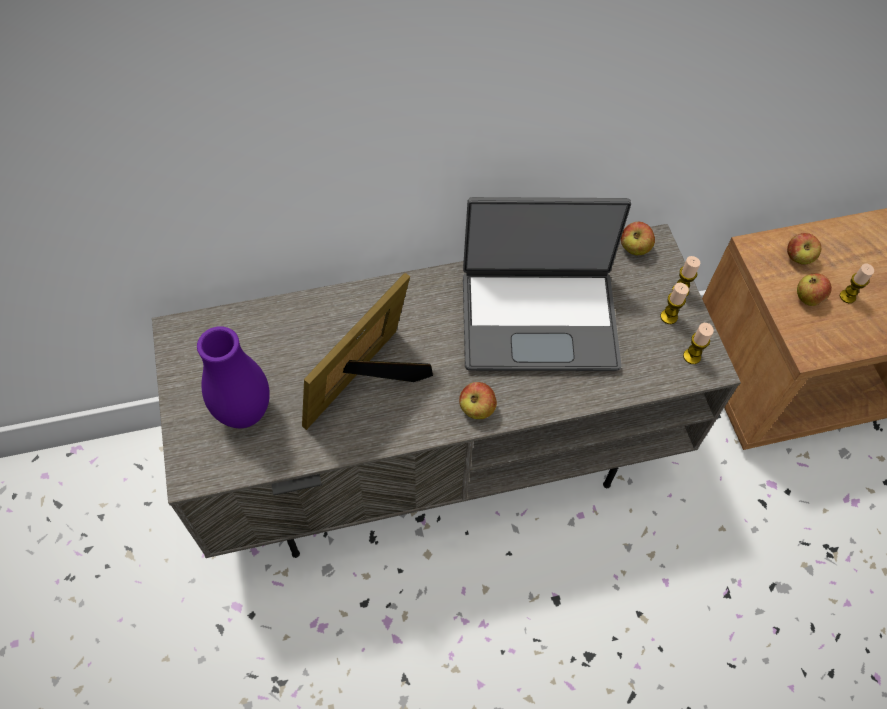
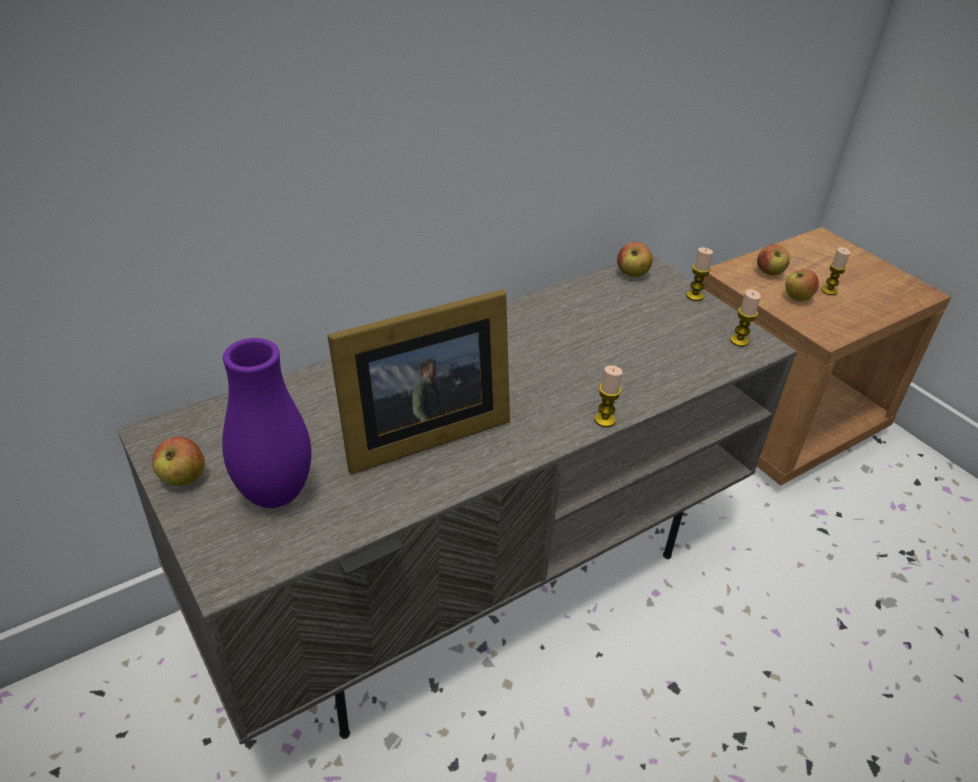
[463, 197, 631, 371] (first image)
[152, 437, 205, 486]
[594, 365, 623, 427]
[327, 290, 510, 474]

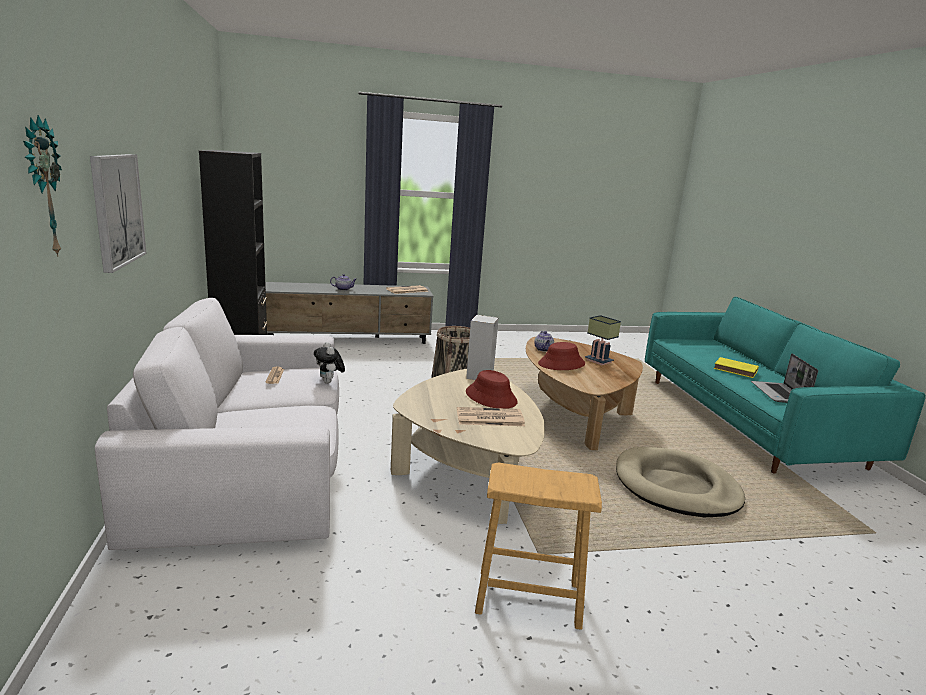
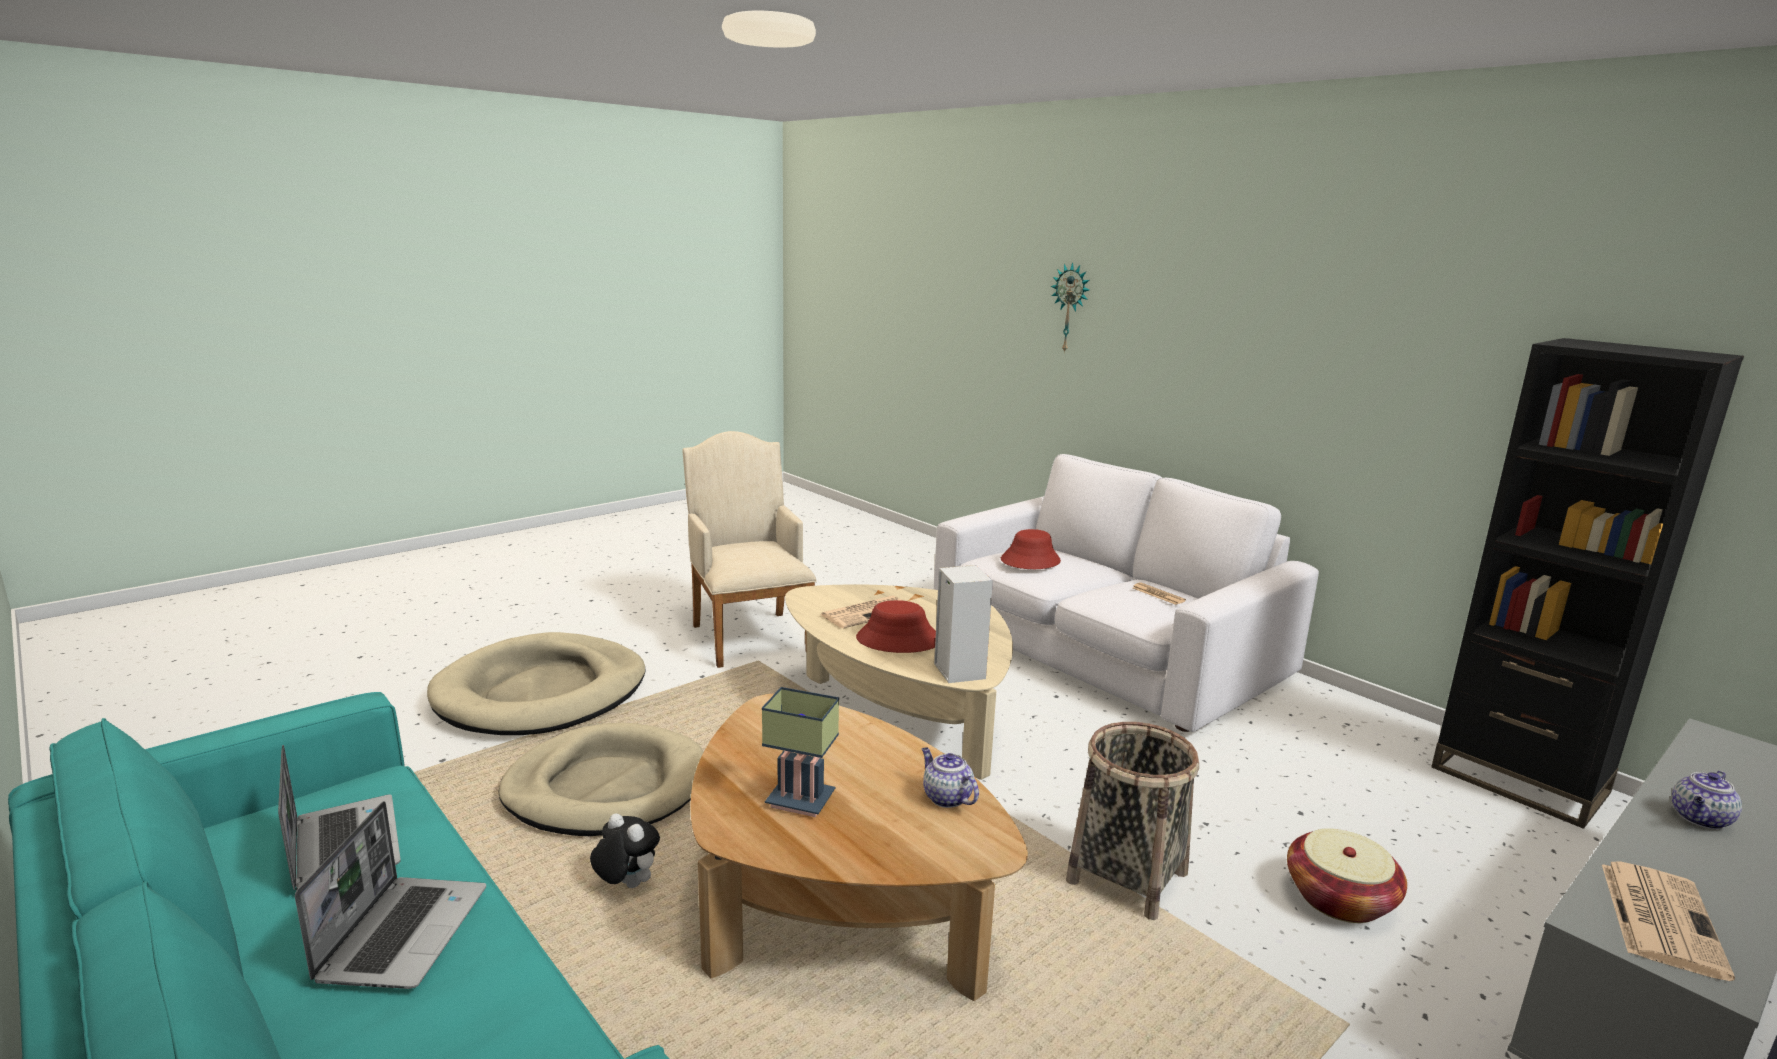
[90, 154, 147, 273] (first image)
[427, 632, 646, 735]
[1287, 828, 1407, 923]
[590, 813, 660, 888]
[1001, 529, 1061, 569]
[683, 431, 817, 668]
[295, 801, 486, 989]

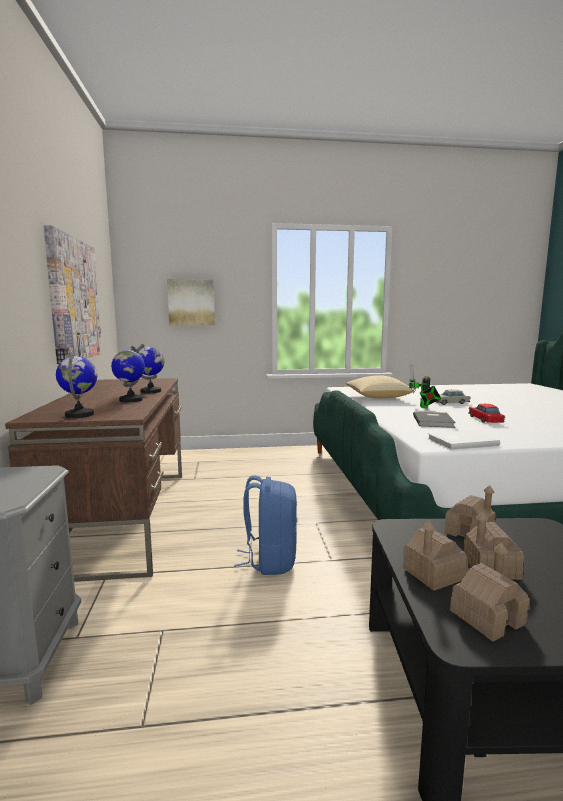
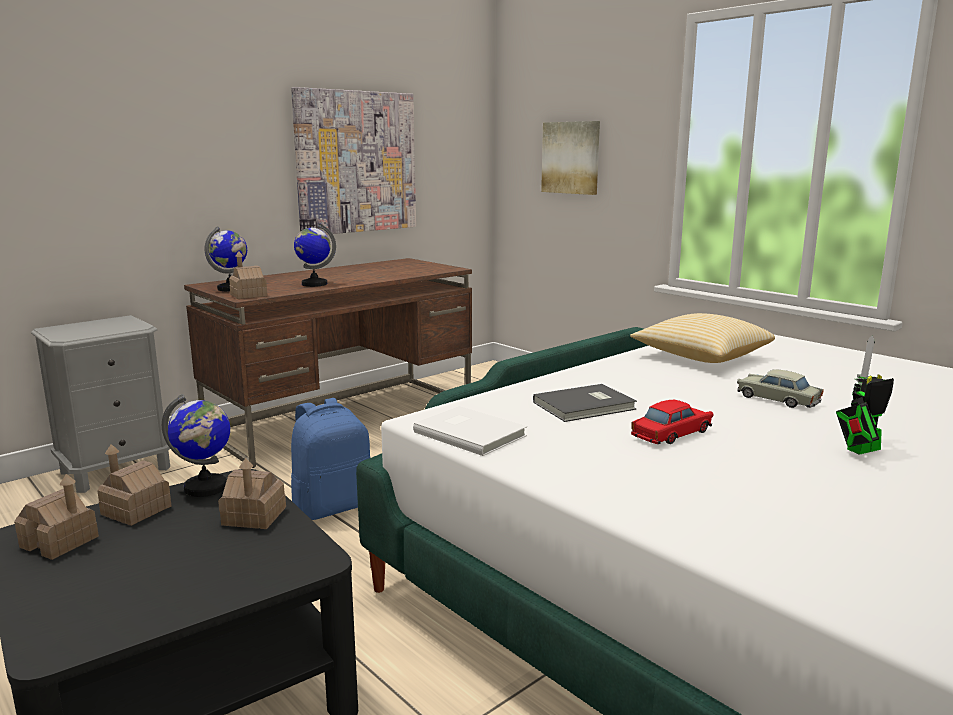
[162, 394, 230, 497]
[836, 335, 894, 455]
[229, 251, 267, 299]

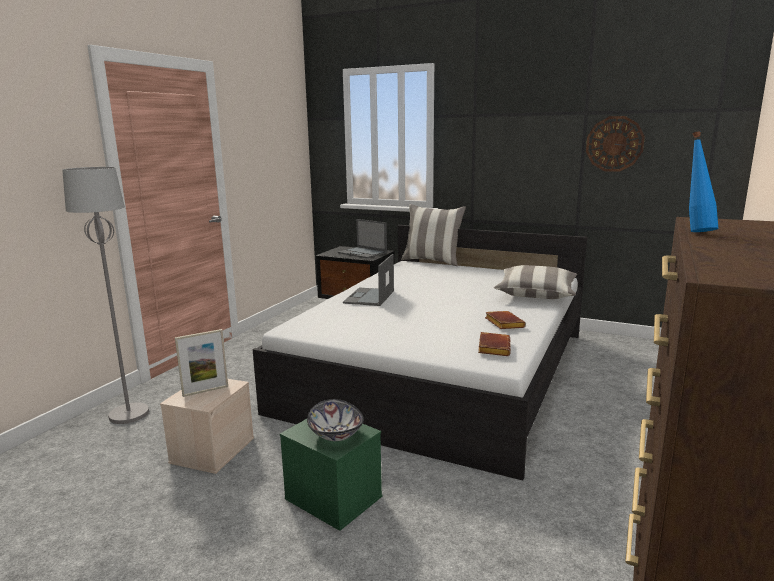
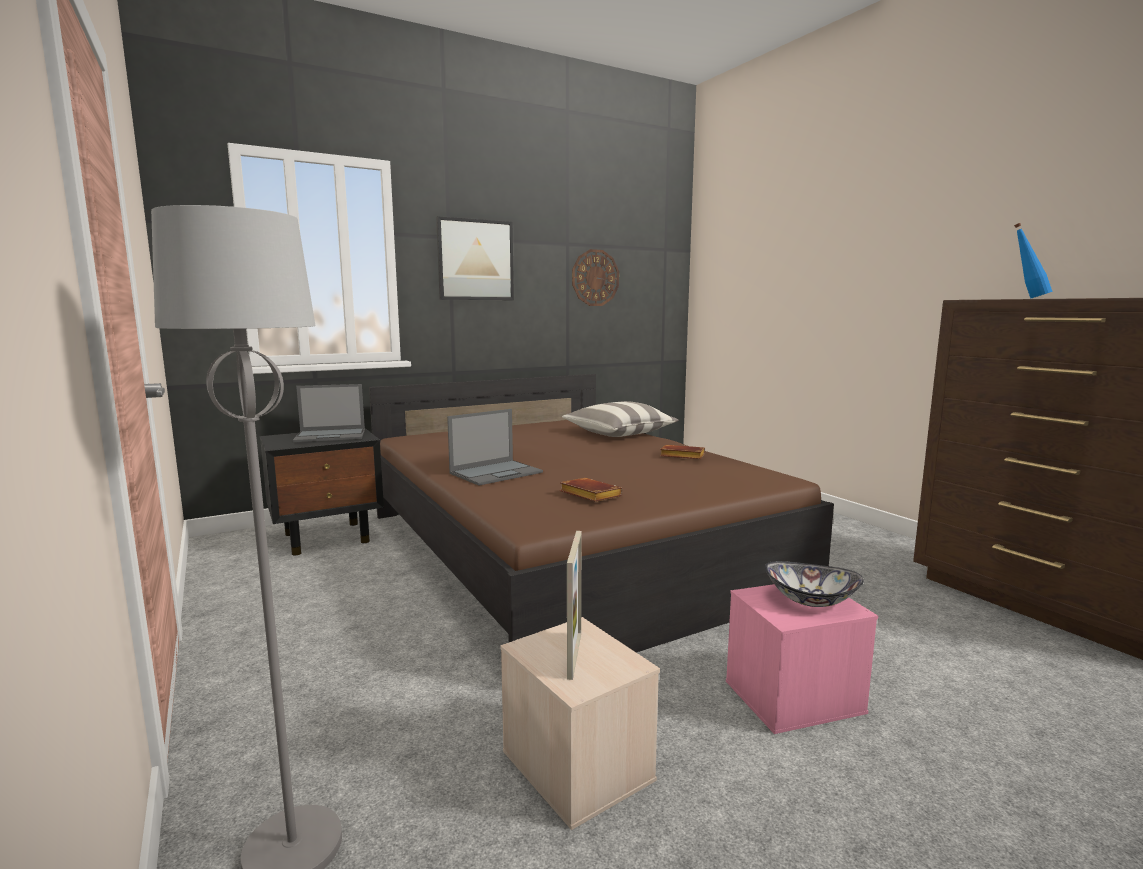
[401, 204, 466, 266] (first image)
[436, 216, 514, 300]
[560, 478, 622, 502]
[369, 374, 834, 653]
[726, 584, 878, 734]
[447, 409, 543, 486]

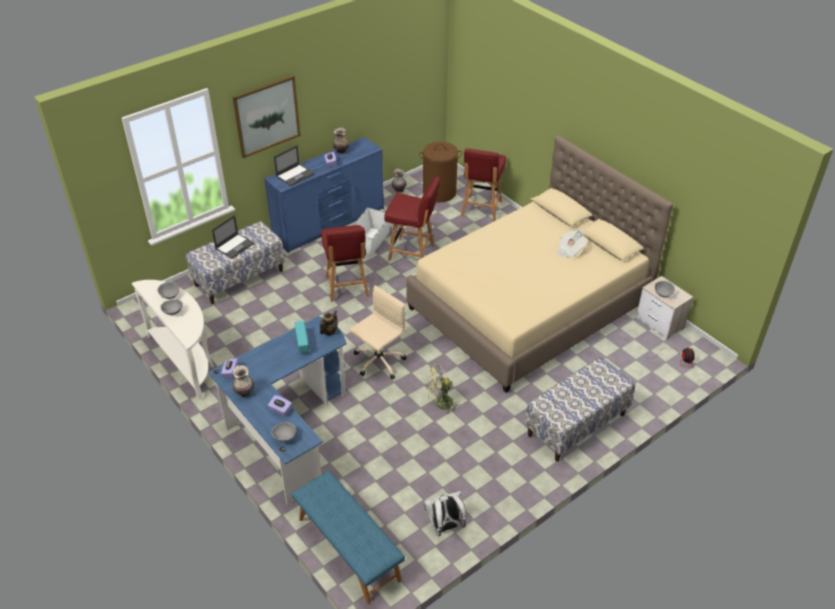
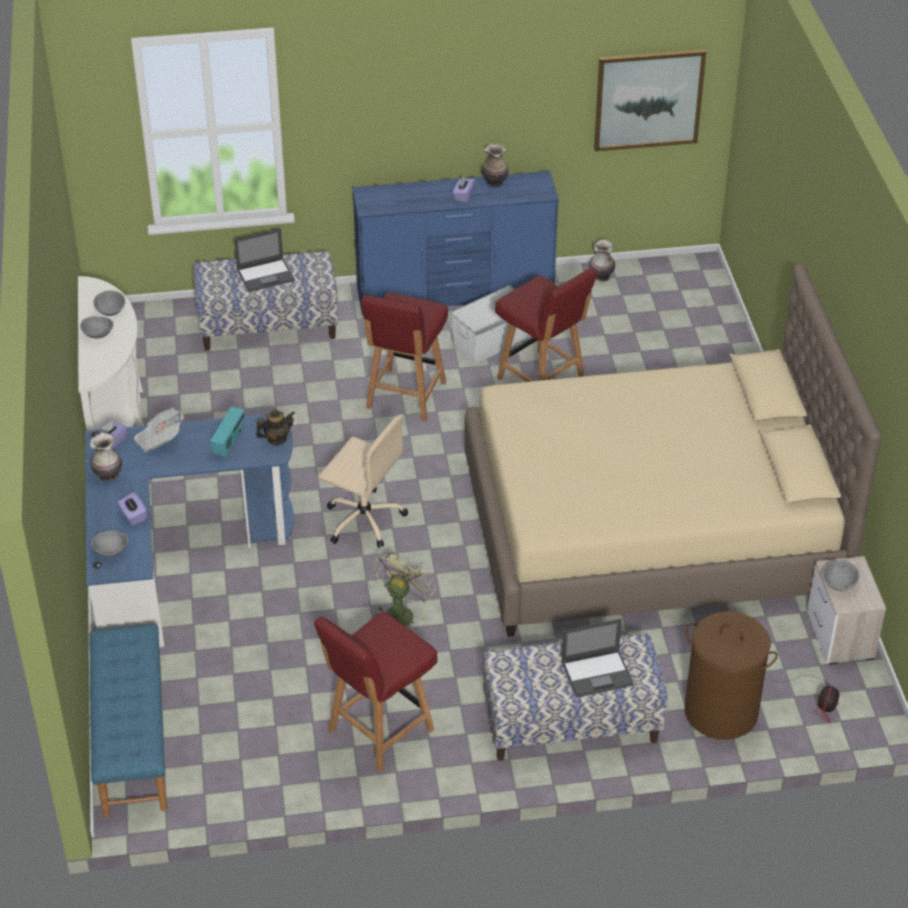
[423, 491, 466, 536] (first image)
[594, 49, 706, 152]
[561, 619, 634, 698]
[685, 611, 778, 740]
[314, 612, 438, 772]
[134, 408, 184, 452]
[319, 415, 408, 548]
[373, 549, 436, 626]

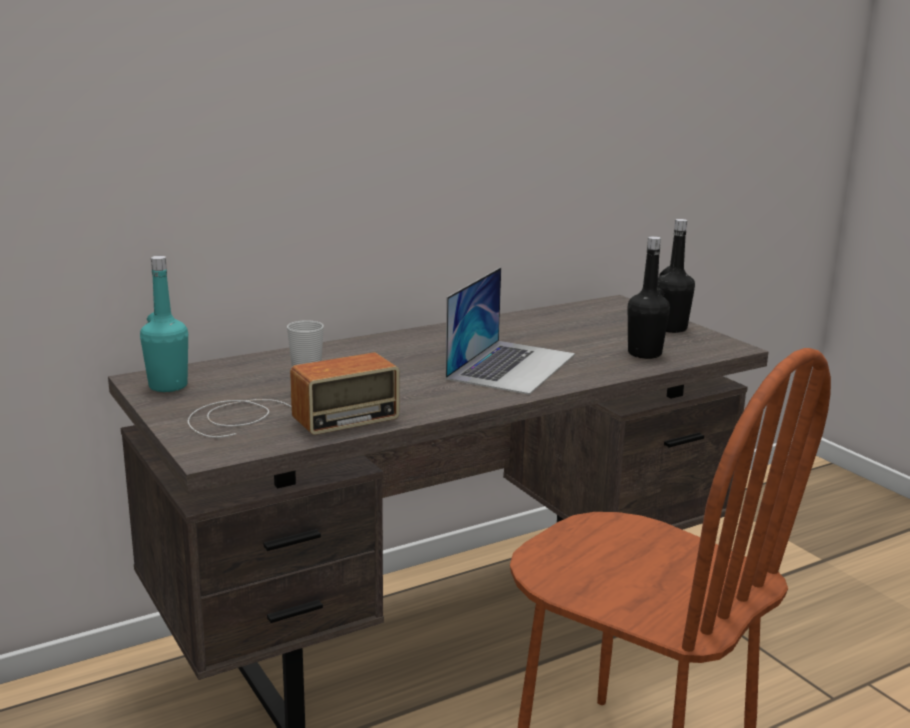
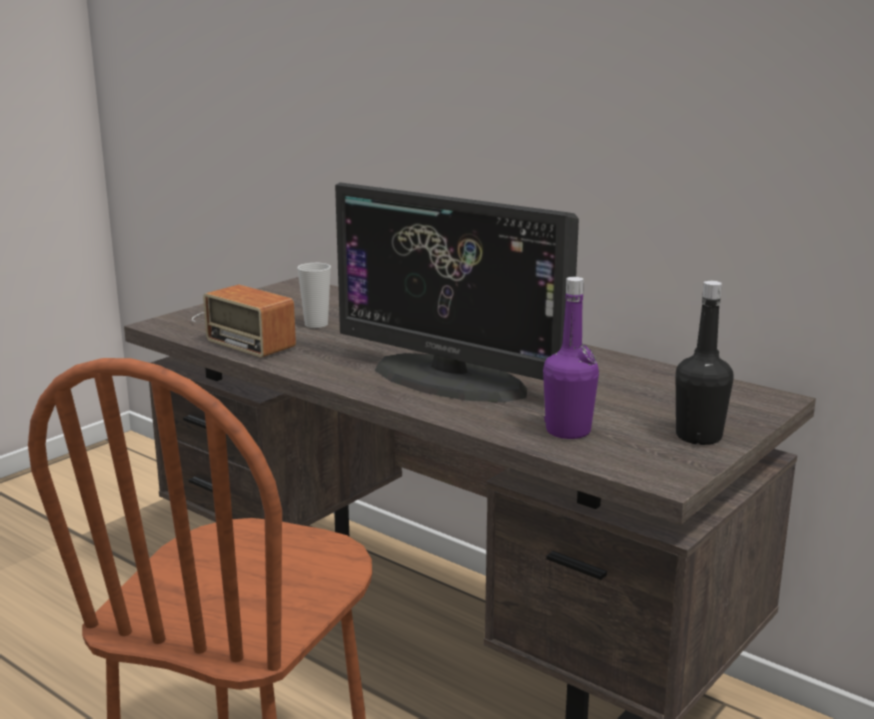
[140, 256, 188, 392] (first image)
[335, 182, 579, 403]
[543, 277, 599, 439]

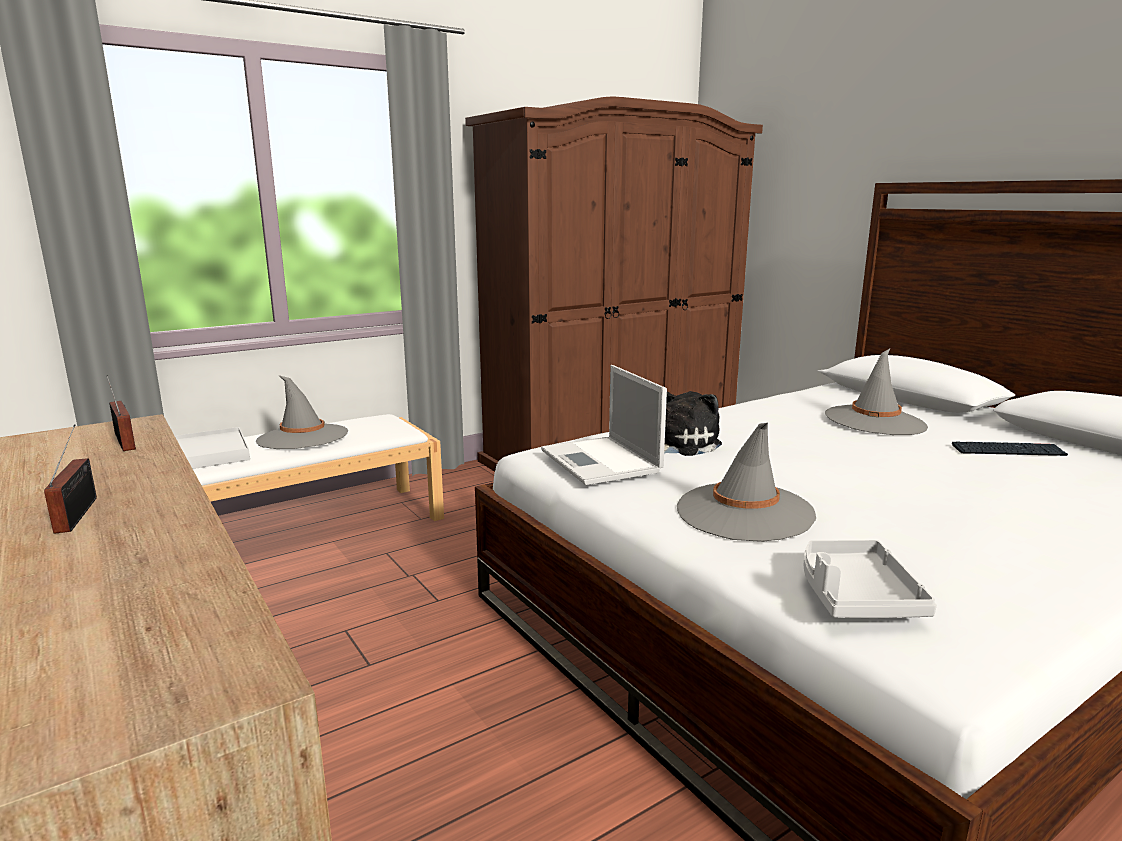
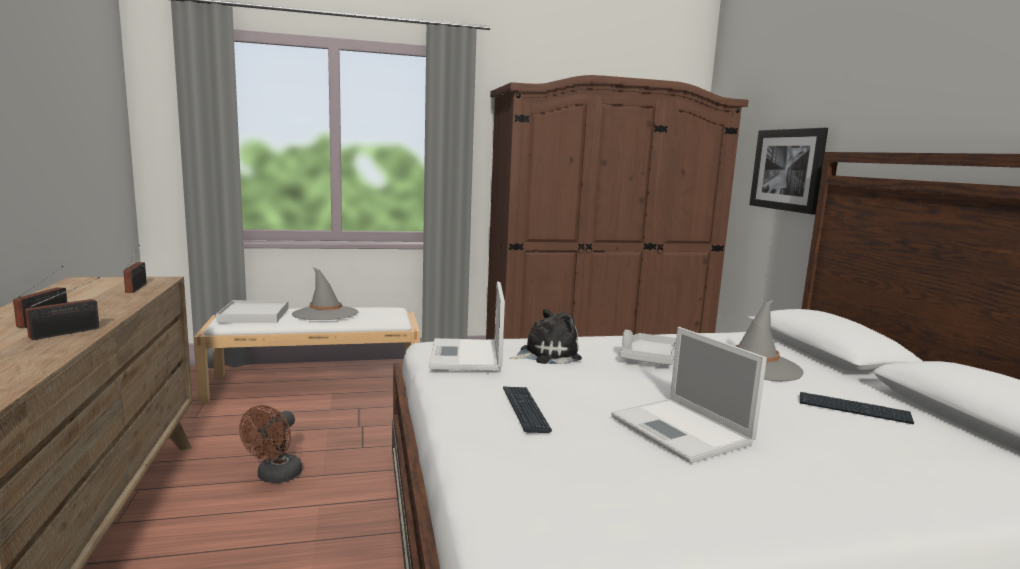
[25, 277, 100, 340]
[239, 405, 302, 483]
[611, 327, 767, 463]
[749, 128, 828, 215]
[619, 330, 676, 365]
[503, 386, 552, 433]

